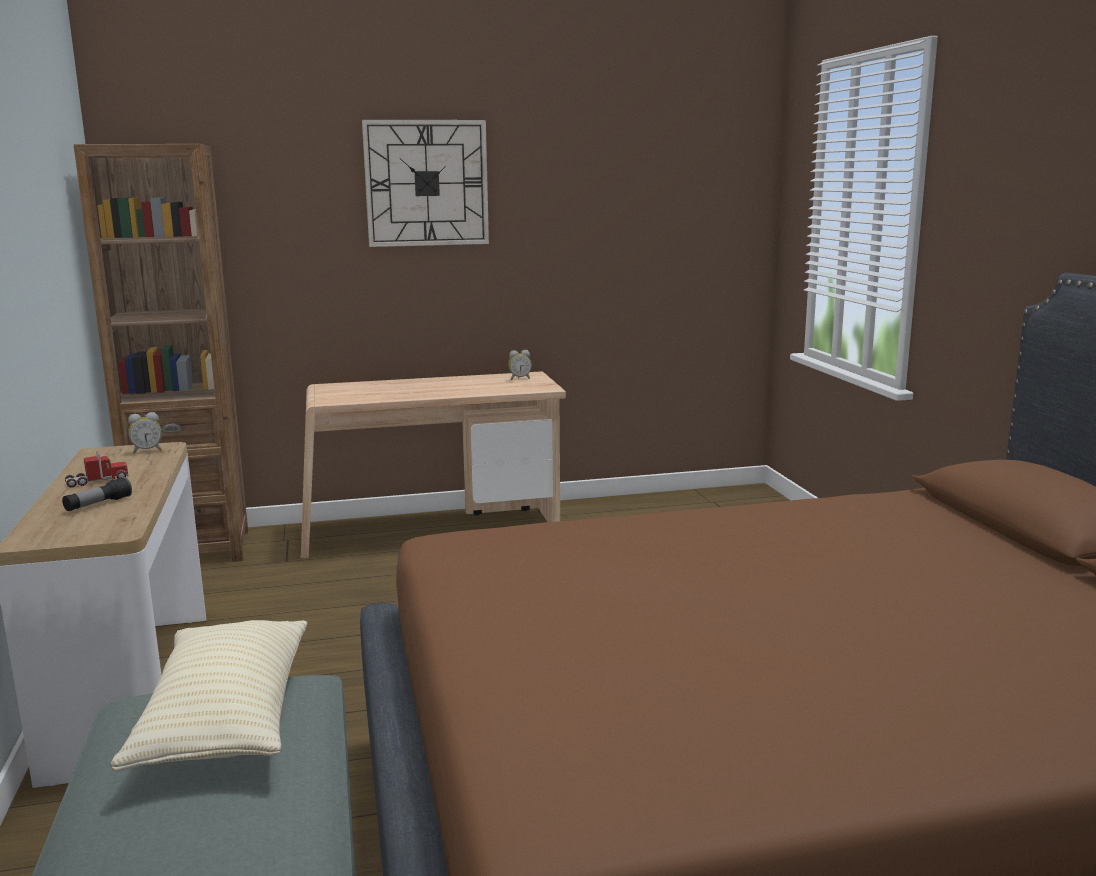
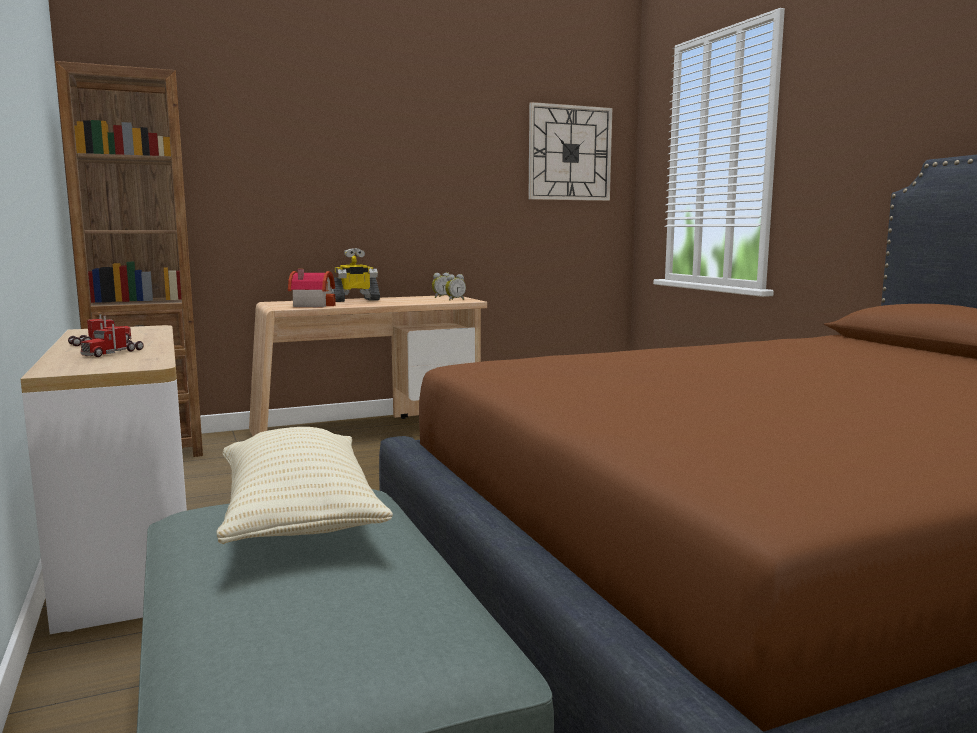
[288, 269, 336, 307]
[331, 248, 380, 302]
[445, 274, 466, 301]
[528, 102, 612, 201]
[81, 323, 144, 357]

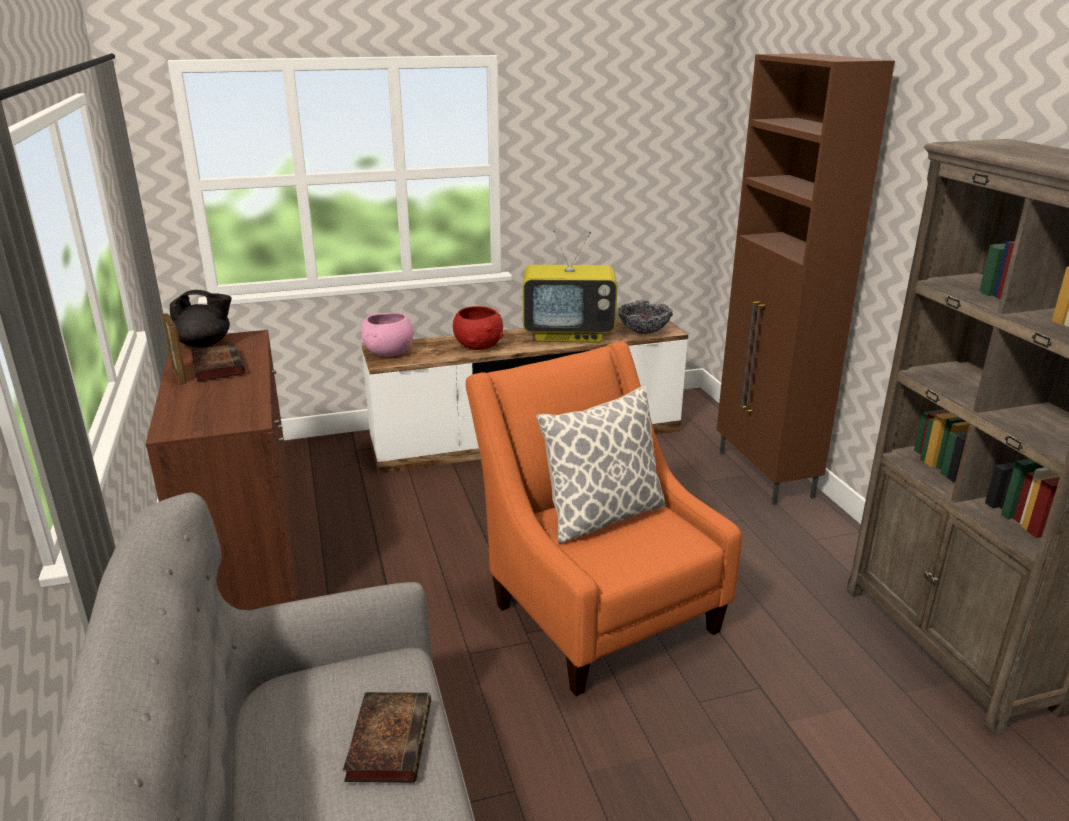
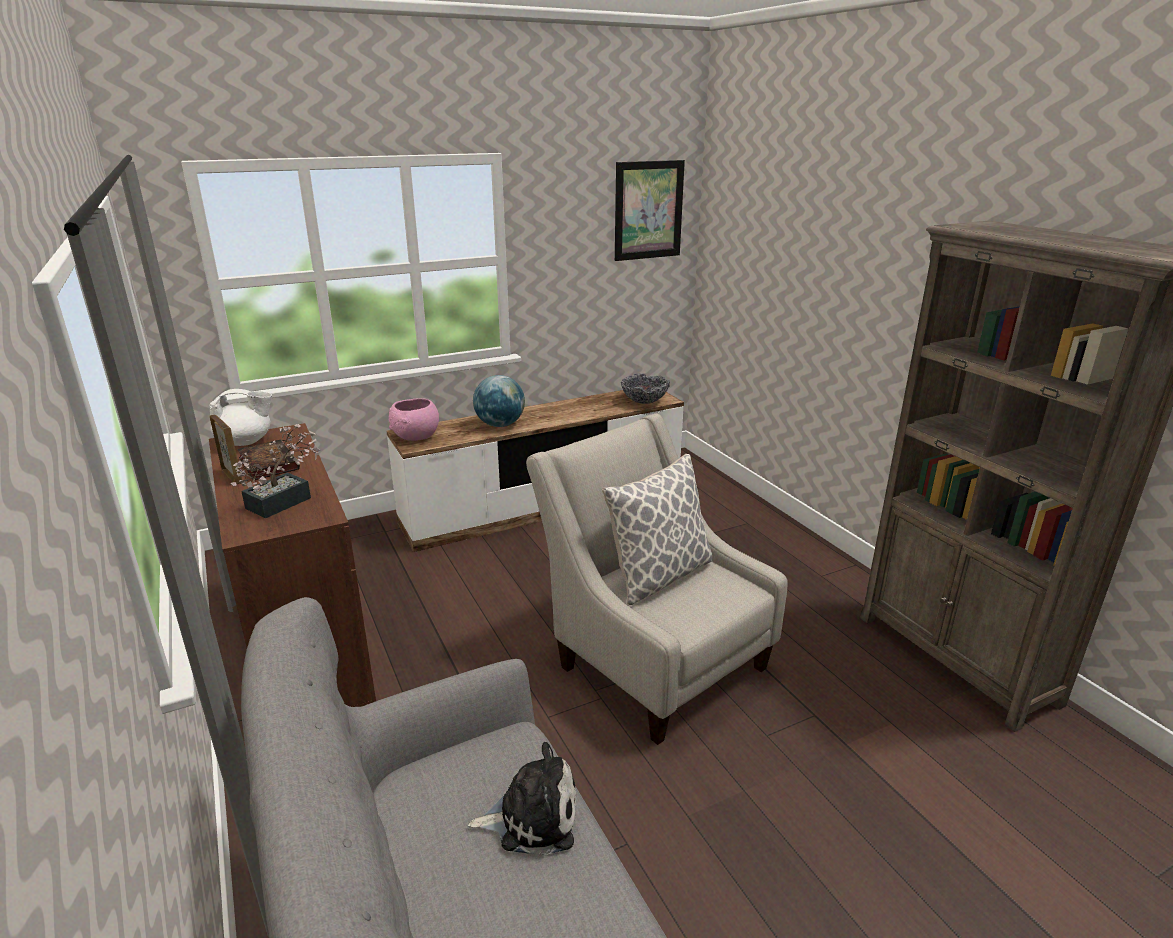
[523, 230, 617, 342] (first image)
[717, 53, 895, 505] (first image)
[231, 424, 320, 518]
[615, 160, 685, 261]
[468, 742, 576, 856]
[473, 375, 525, 427]
[209, 389, 272, 446]
[526, 414, 788, 745]

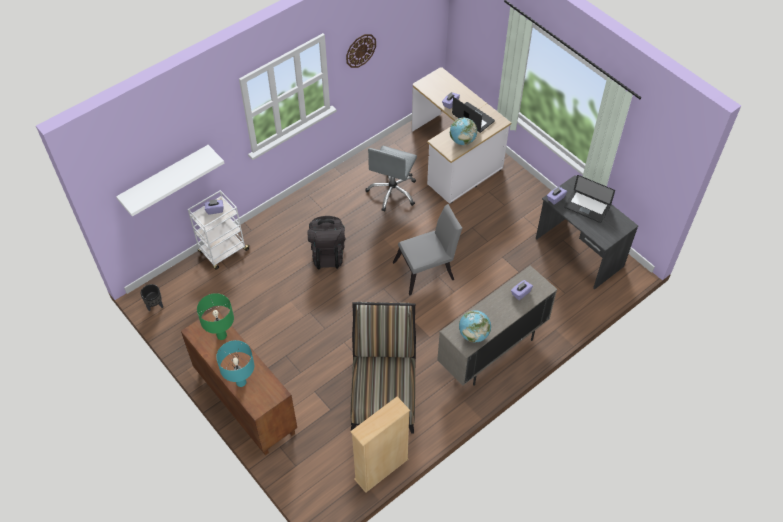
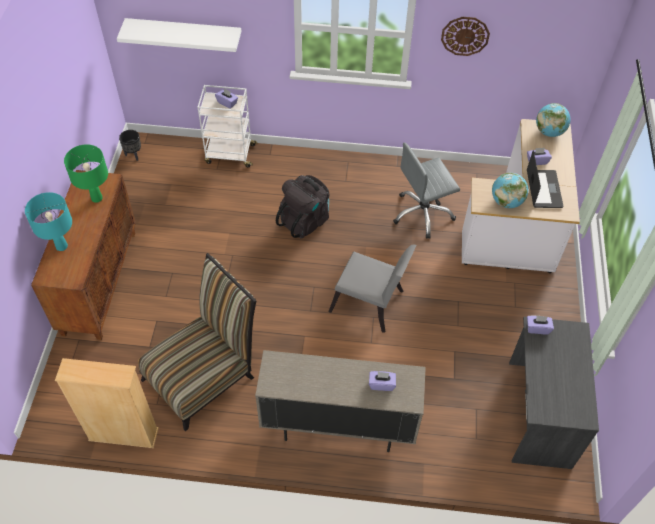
[564, 175, 615, 223] (first image)
[536, 103, 571, 137]

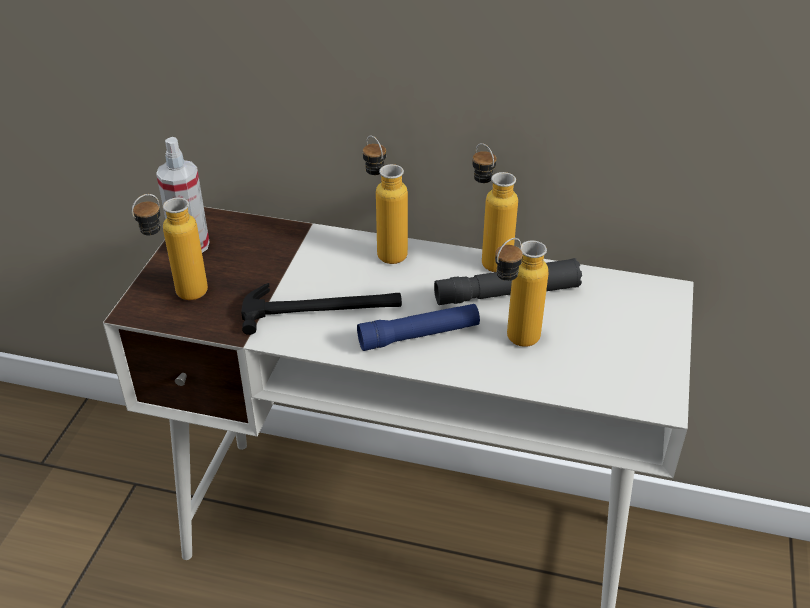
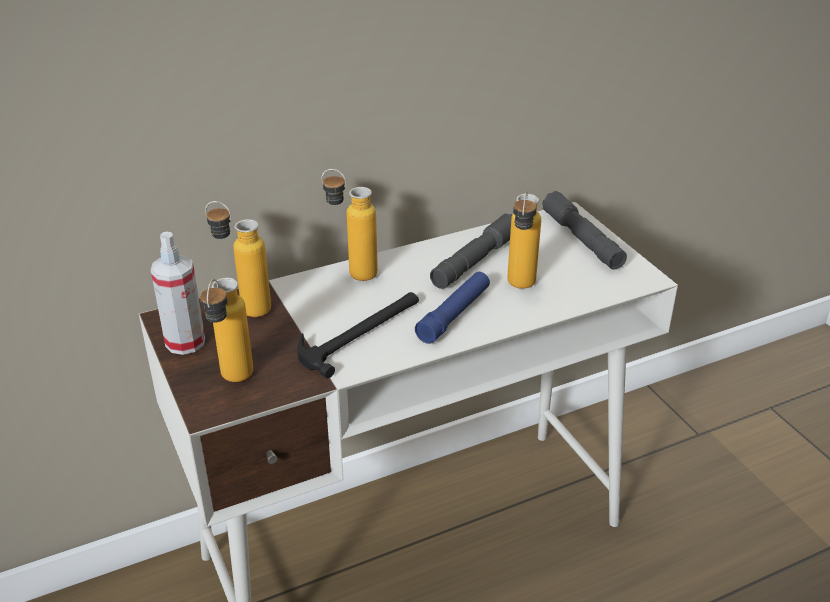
[542, 191, 627, 269]
[205, 201, 271, 317]

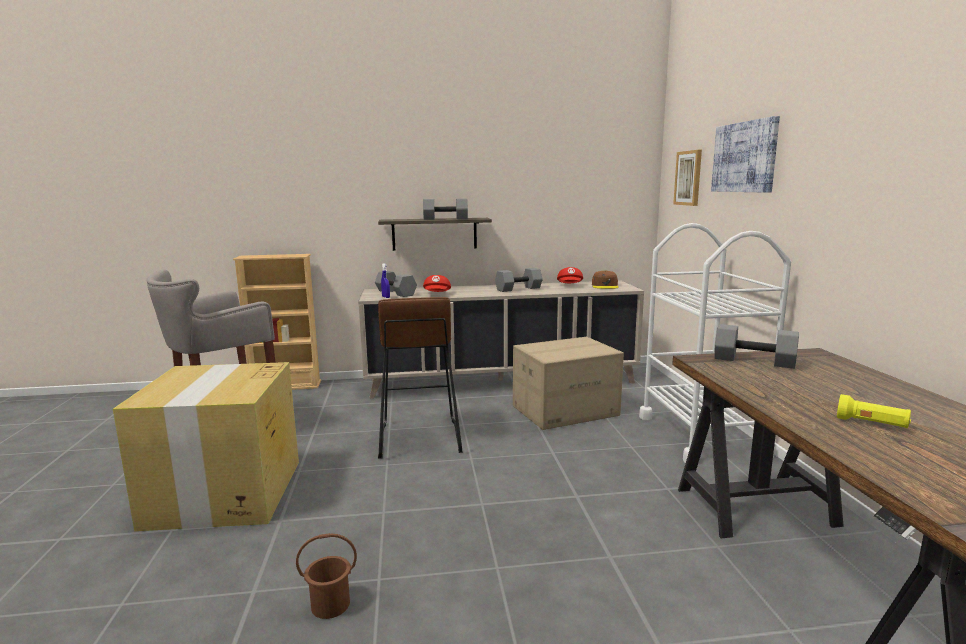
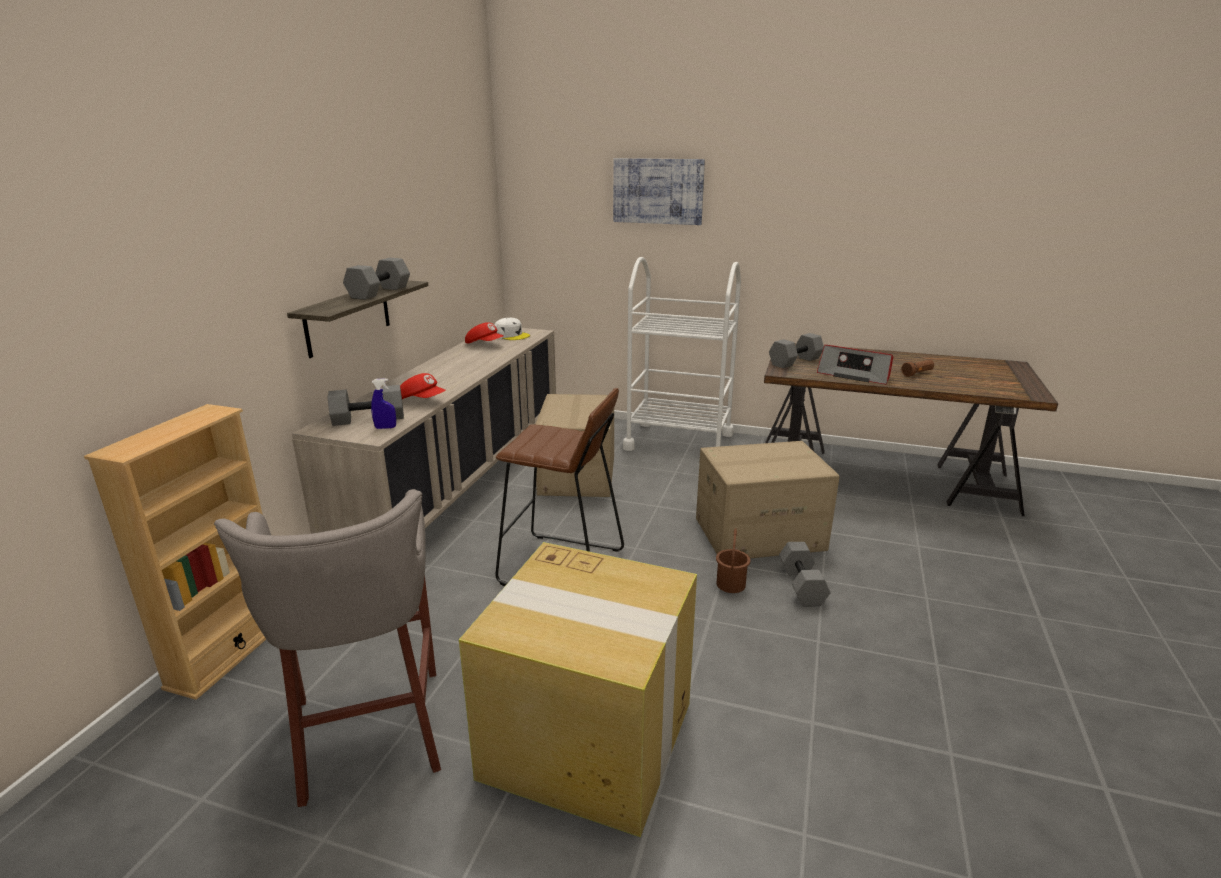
[673, 150, 702, 206] (first image)
[696, 441, 840, 558]
[817, 345, 893, 385]
[716, 528, 750, 593]
[779, 542, 831, 606]
[494, 318, 530, 340]
[901, 360, 934, 377]

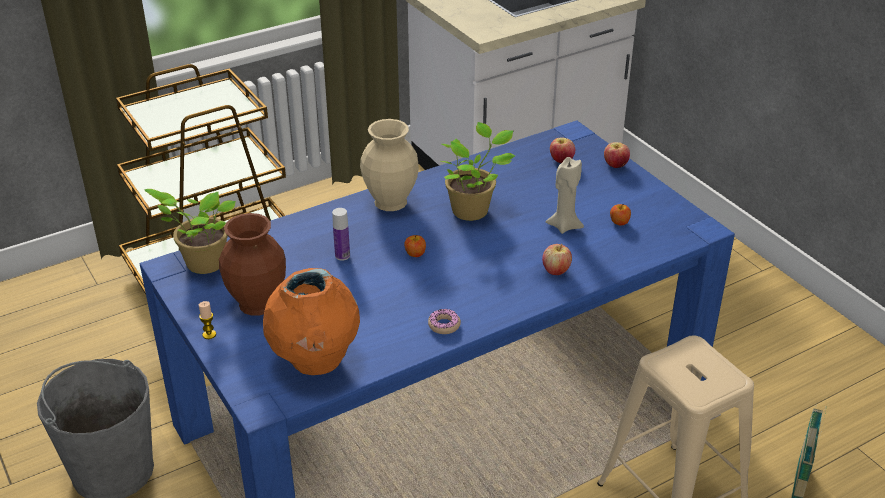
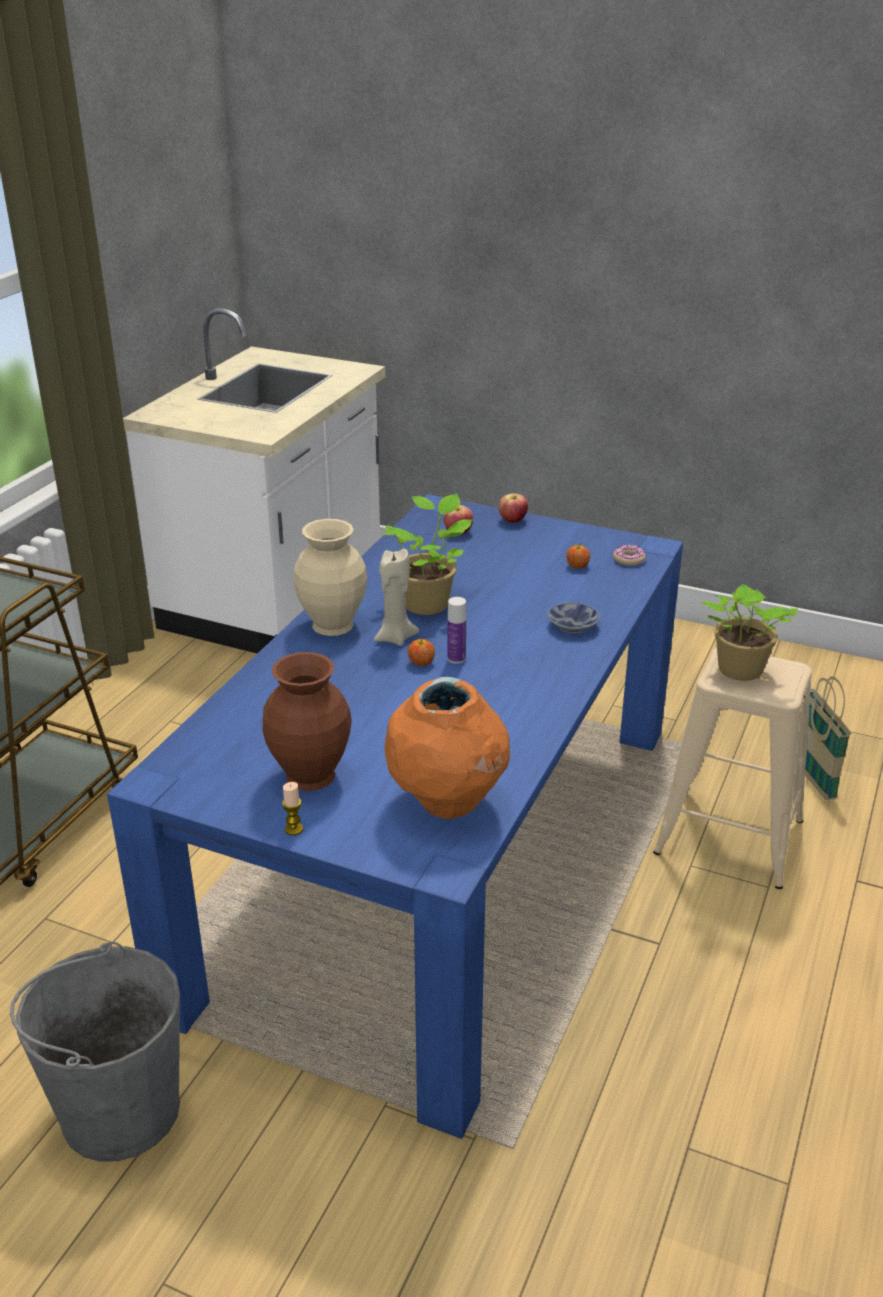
[701, 584, 798, 681]
[448, 597, 466, 664]
[613, 545, 646, 566]
[374, 549, 419, 646]
[548, 602, 600, 634]

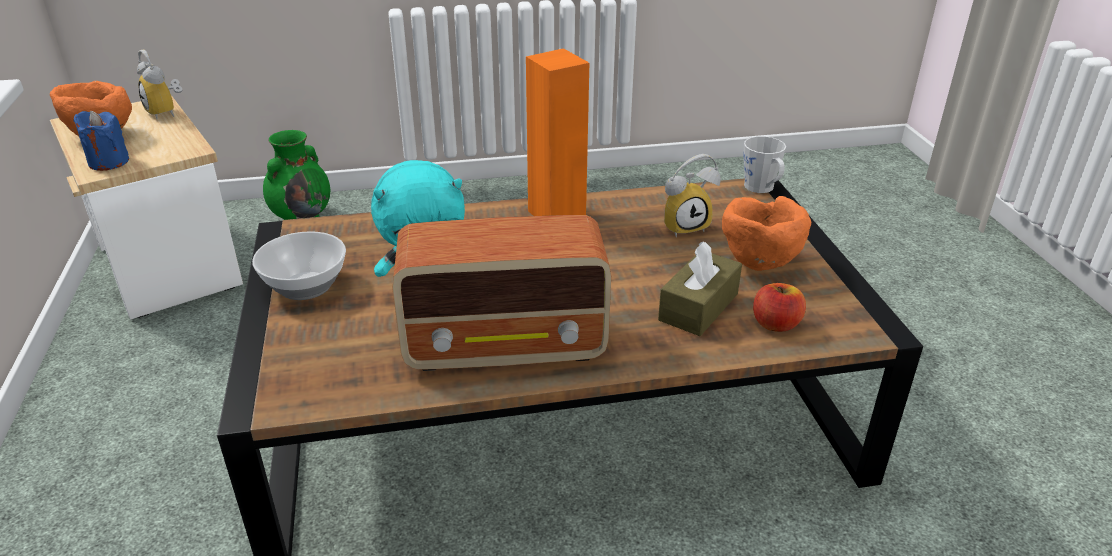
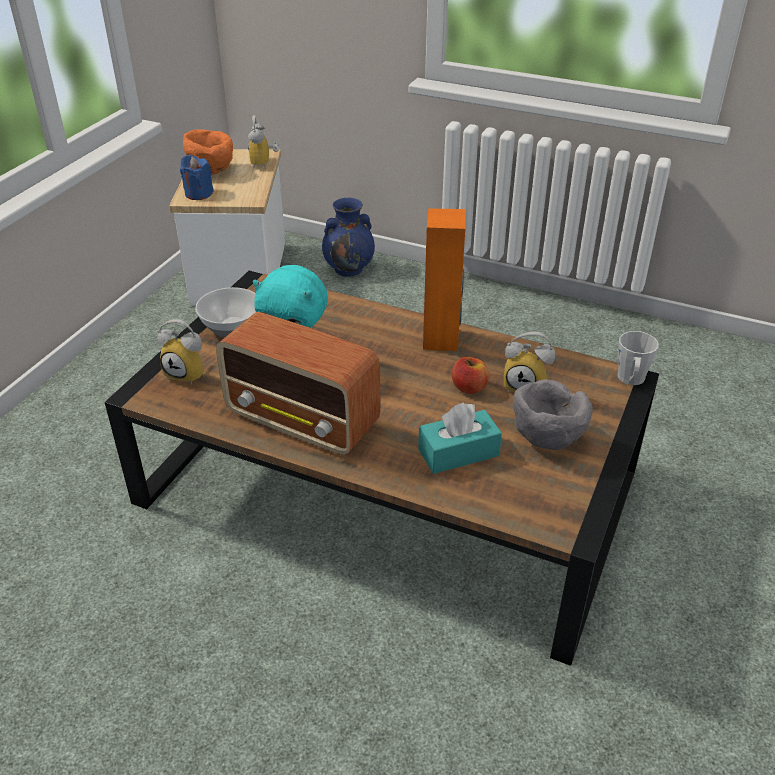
[157, 319, 204, 385]
[452, 357, 489, 394]
[322, 198, 375, 277]
[418, 403, 502, 474]
[513, 379, 593, 450]

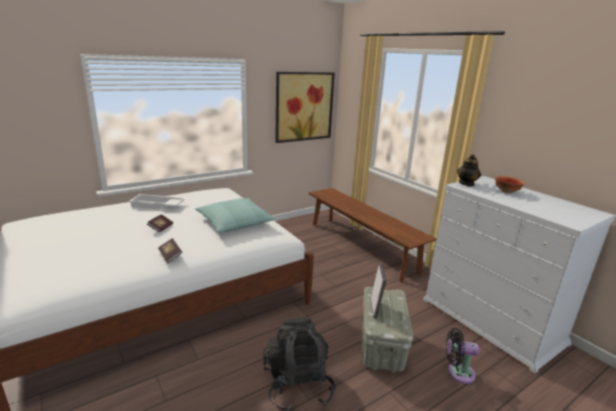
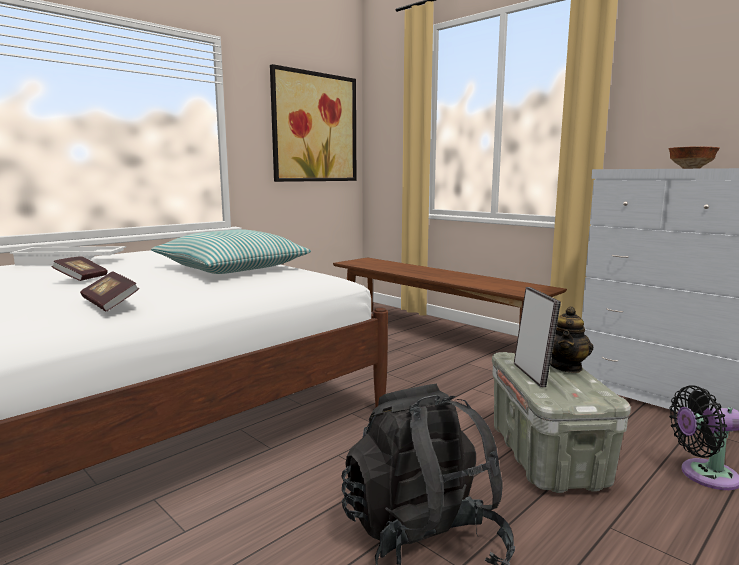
[550, 306, 593, 373]

